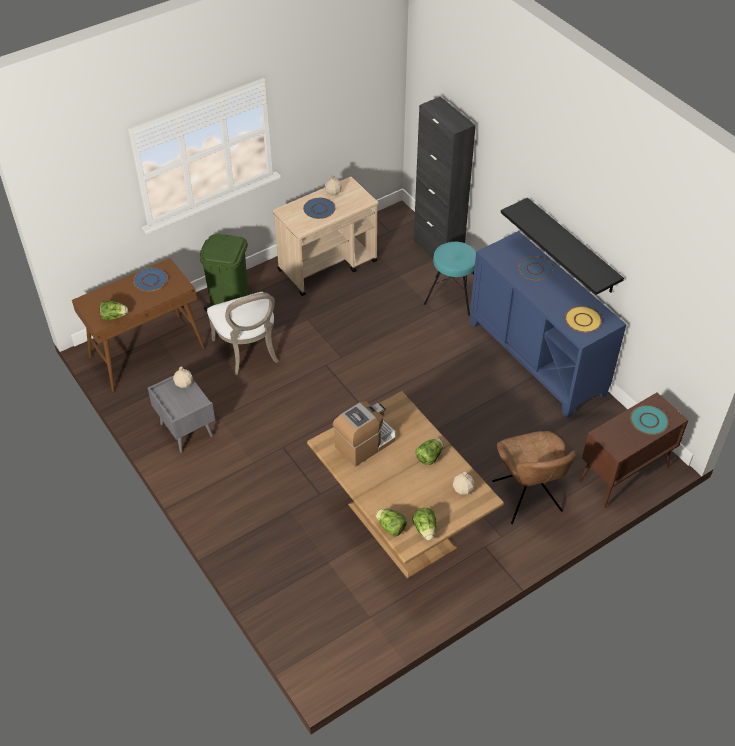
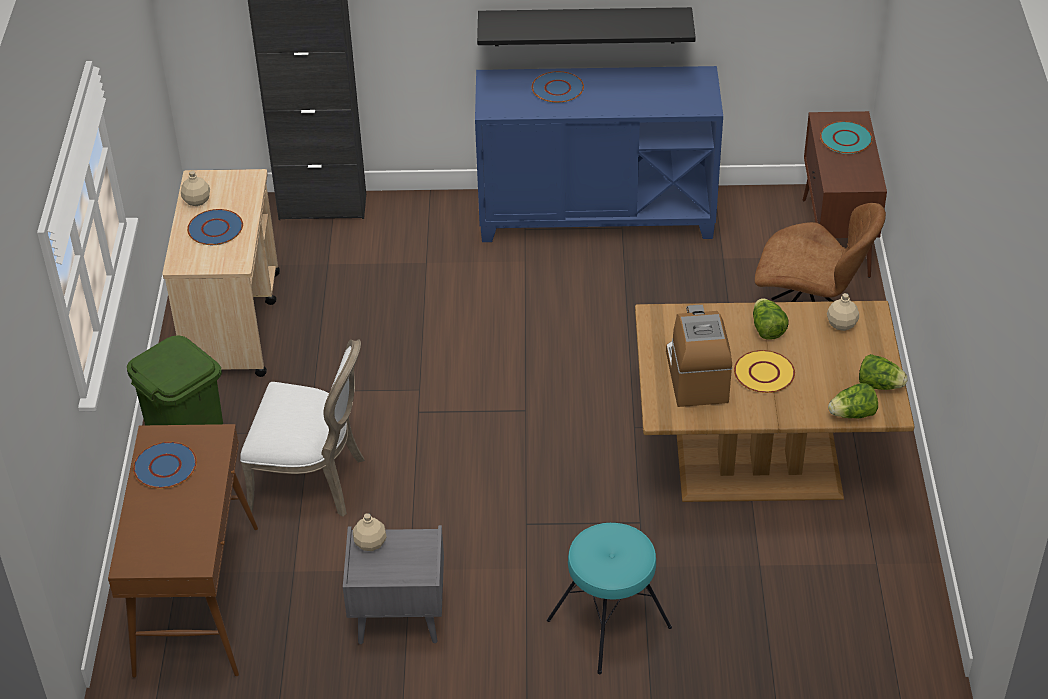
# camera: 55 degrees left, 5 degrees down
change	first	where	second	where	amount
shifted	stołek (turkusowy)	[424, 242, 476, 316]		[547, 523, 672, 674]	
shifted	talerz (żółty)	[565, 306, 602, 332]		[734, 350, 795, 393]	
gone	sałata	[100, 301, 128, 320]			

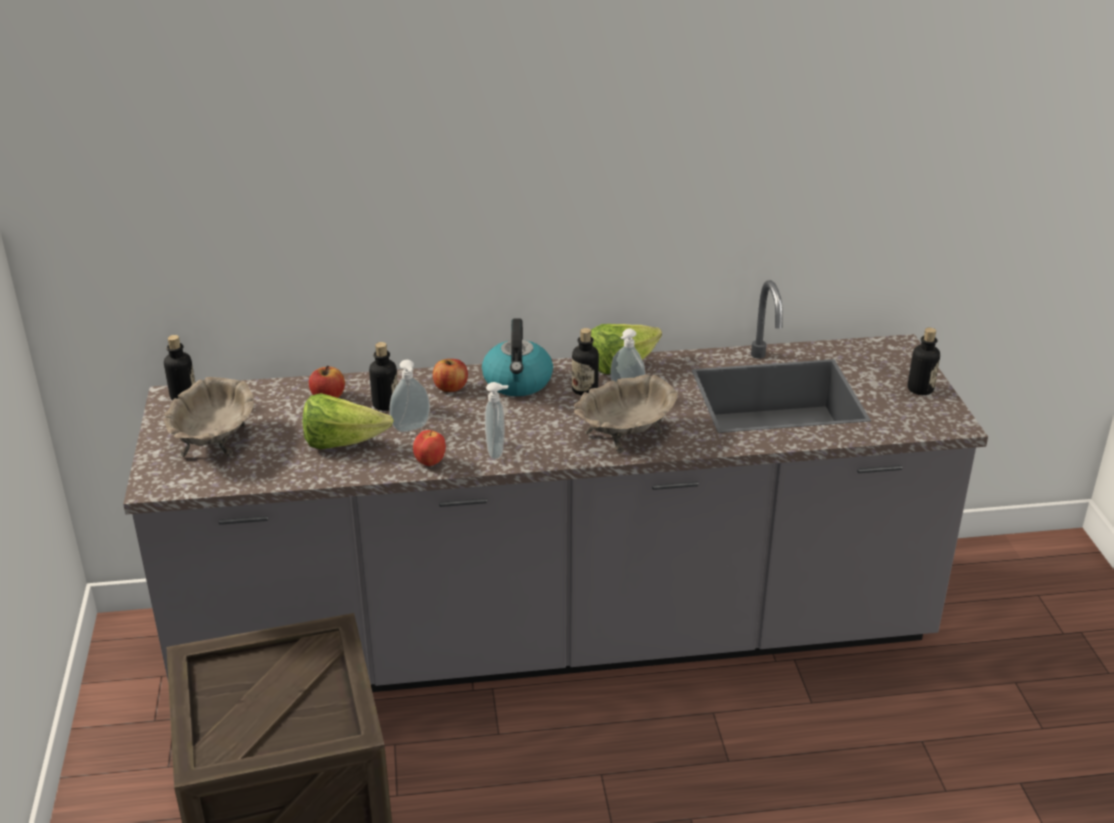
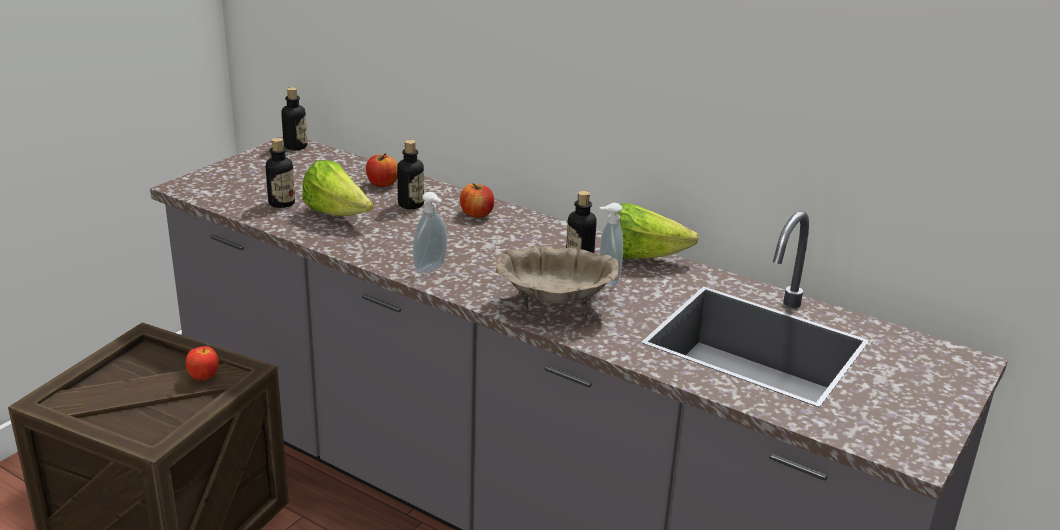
# camera: 40 degrees right, 5 degrees down
change	first	where	second	where	amount
shifted	jabłko	[413, 430, 446, 466]		[186, 346, 219, 380]	
shifted	butelka	[908, 328, 940, 395]		[266, 138, 295, 208]	
gone	miska (beżowy)	[163, 377, 254, 457]			
gone	dozownik mydła	[389, 360, 430, 432]			
gone	czajnik	[482, 319, 553, 396]			

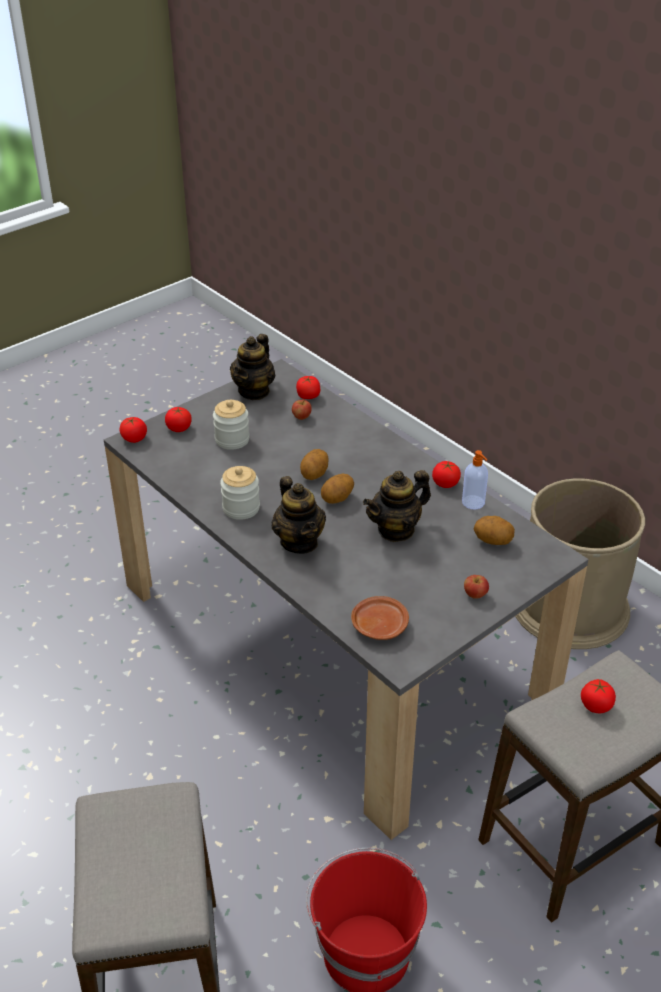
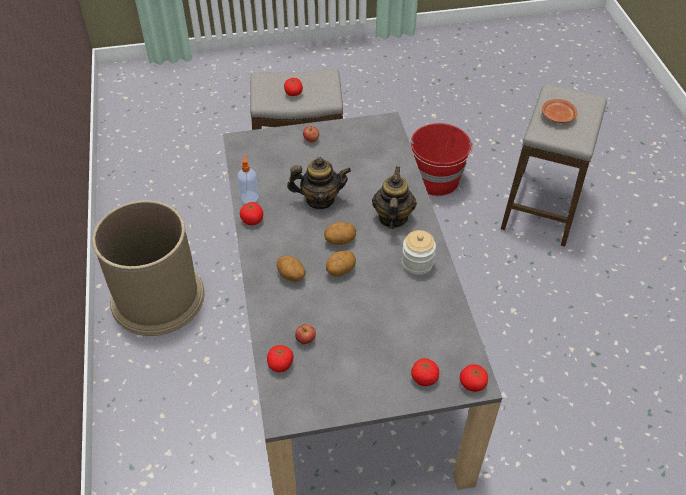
# camera: 150 degrees left, 10 degrees up
change	first	where	second	where	amount
shifted	ziemniak	[473, 516, 515, 545]		[277, 255, 306, 282]	
shifted	talerz (brązowy)	[351, 596, 409, 640]		[542, 99, 578, 123]	
gone	słoik	[213, 400, 250, 450]			
gone	imbryk	[230, 334, 276, 400]			

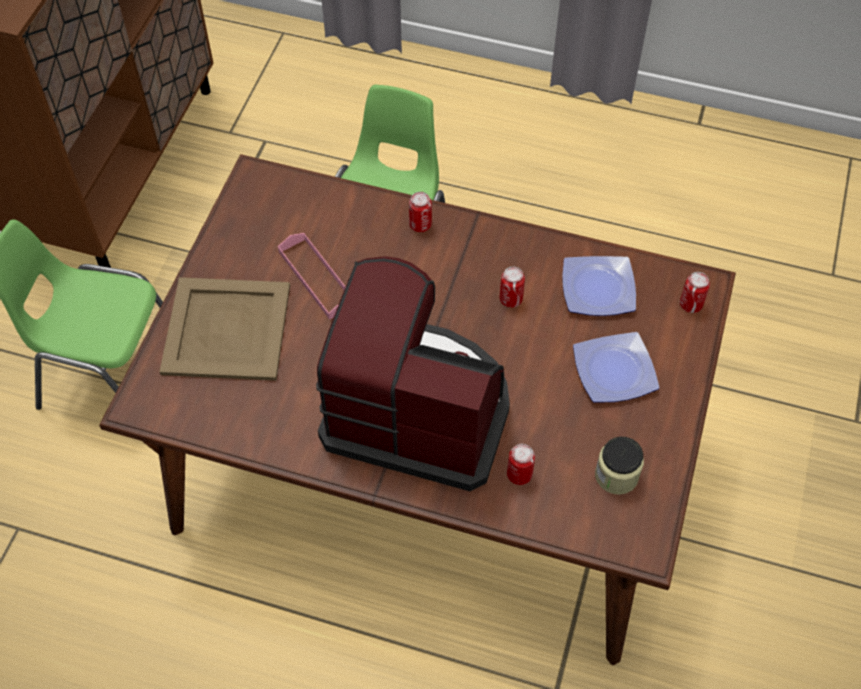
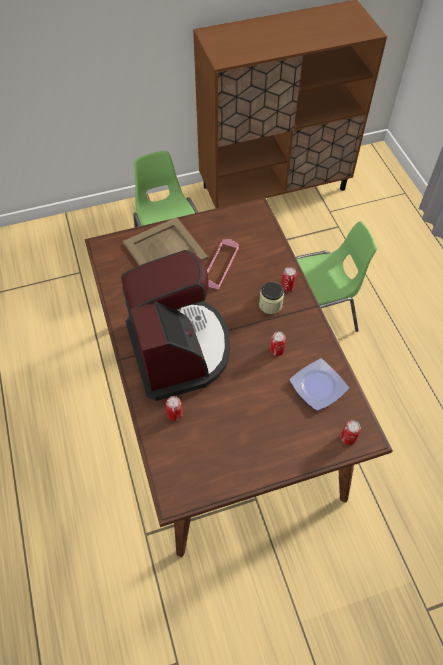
# camera: 55 degrees right, 0 degrees up
change	first	where	second	where	amount
shifted	słoik	[595, 437, 644, 495]		[259, 282, 284, 314]	
gone	talerz	[573, 332, 659, 403]			

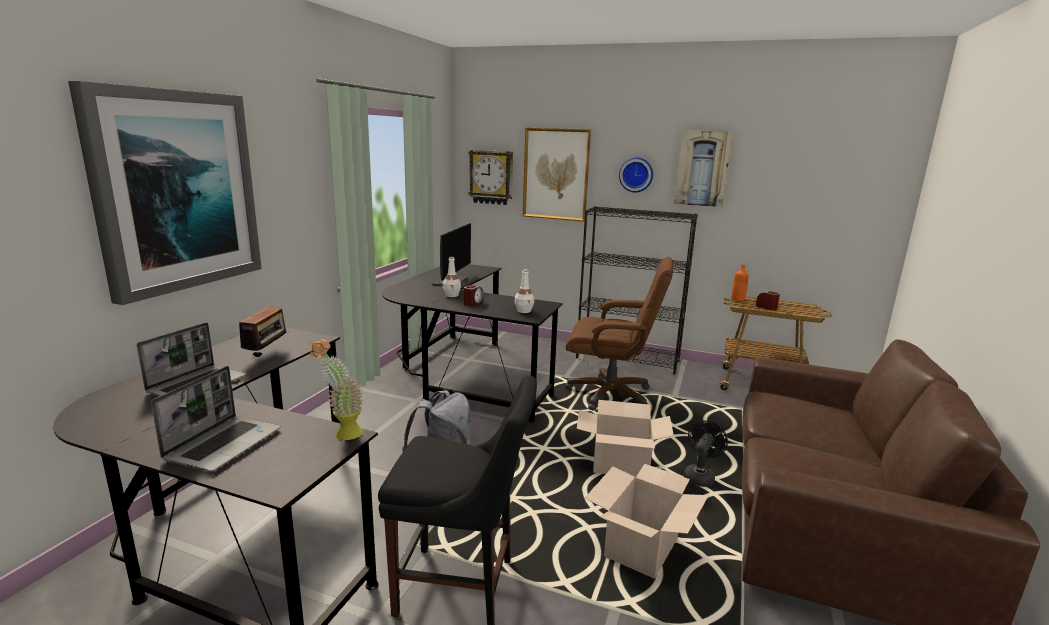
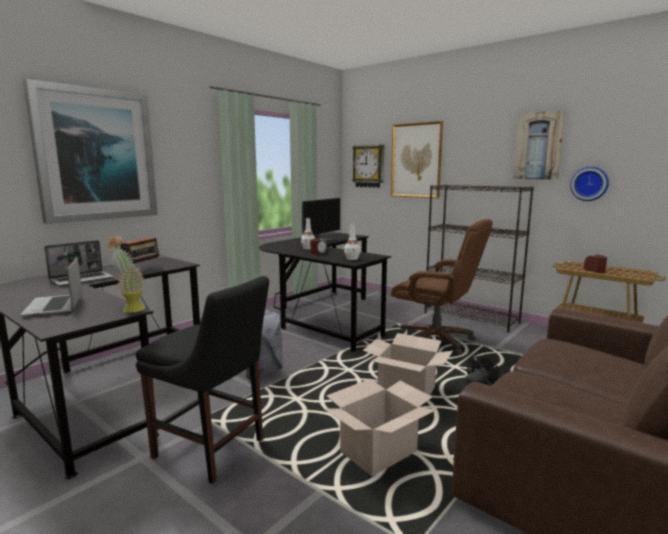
# camera: 20 degrees right, 5 degrees down
change	first	where	second	where	amount
rotated	laptop	[151, 366, 281, 471]		[20, 257, 82, 317]	120 degrees clockwise
shifted	zegar ścienny	[619, 157, 653, 192]		[570, 167, 609, 201]	
gone	butelka (pomarańczowy)	[732, 264, 748, 301]			

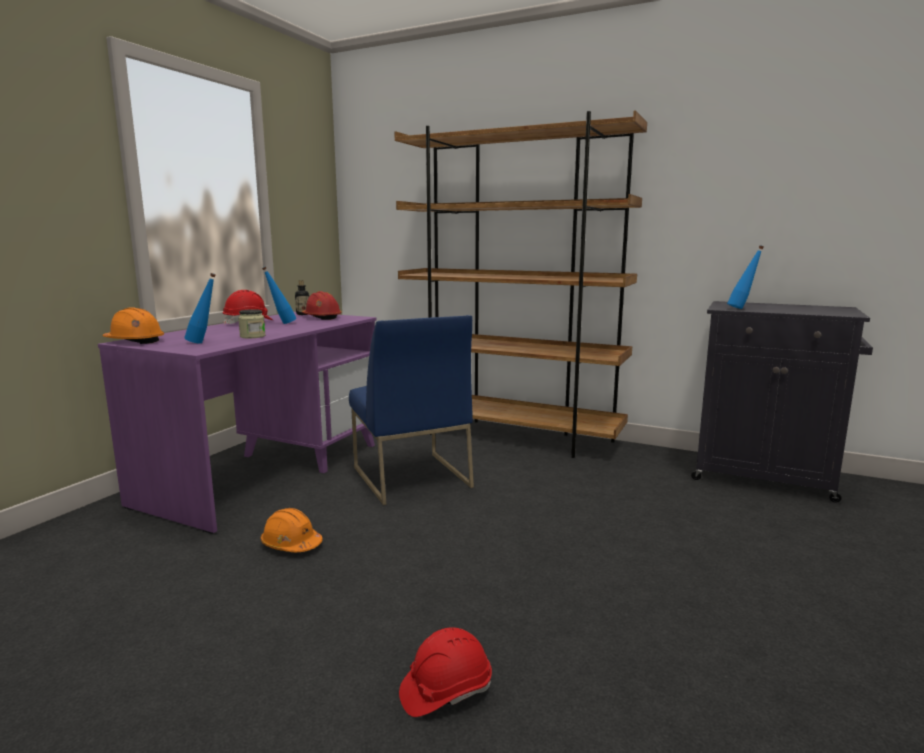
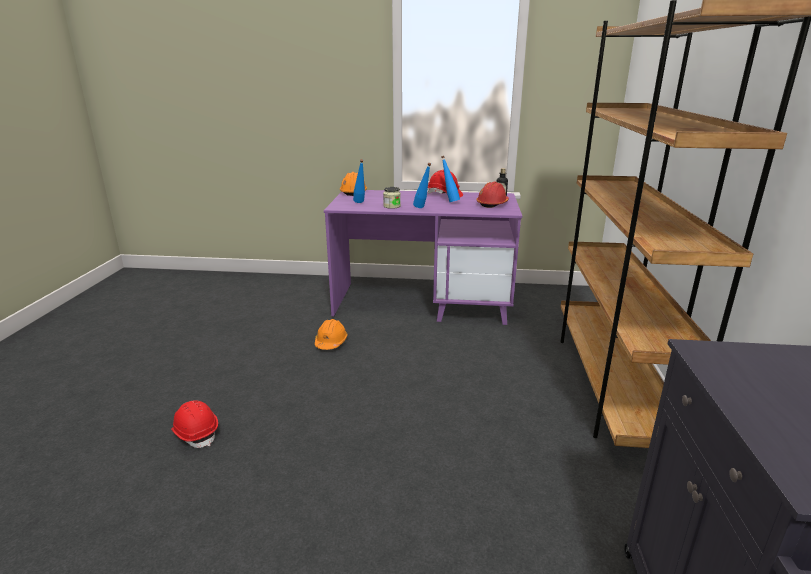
# camera: 70 degrees right, 10 degrees up
change	first	where	second	where	amount
shifted	butelka (niebieski)	[727, 245, 764, 309]		[413, 163, 431, 208]	
gone	krzesło (niebieski)	[349, 315, 474, 505]			

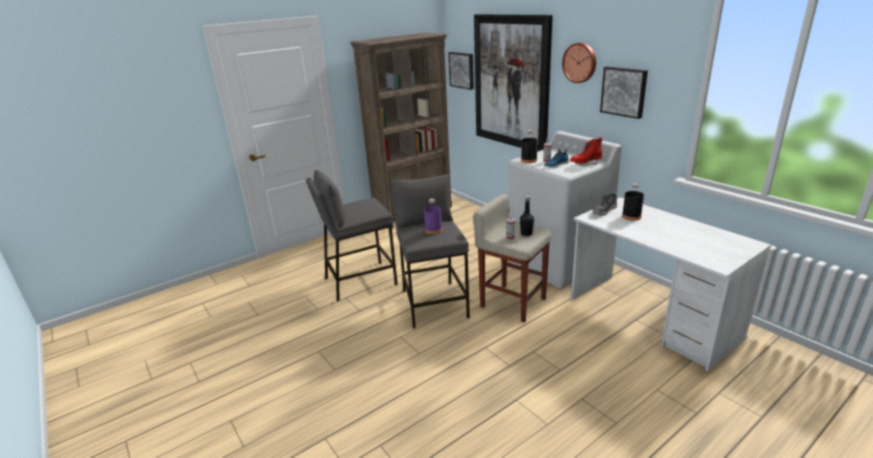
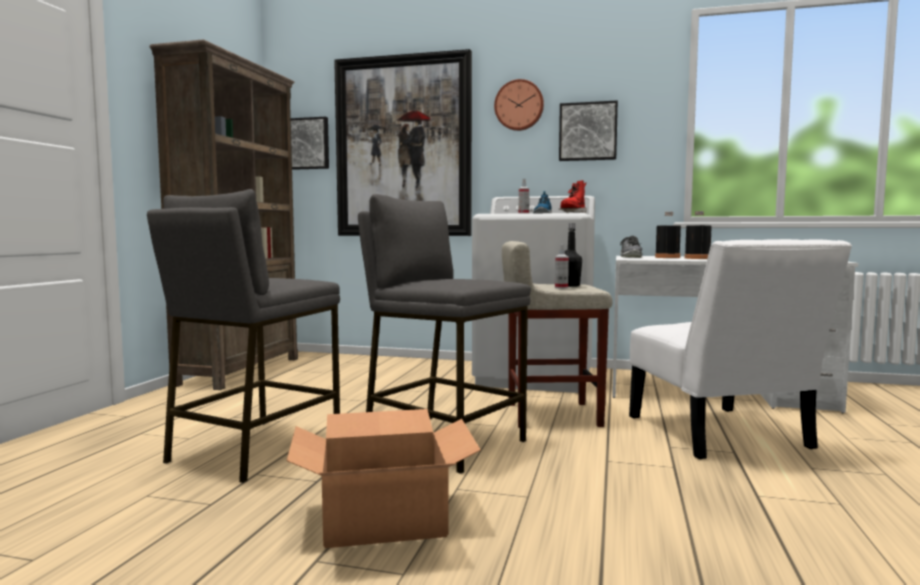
# camera: 40 degrees left, 20 degrees down
change	first	where	second	where	amount
new			karton	[287, 409, 481, 548]	
new			krzesło (biały)	[629, 239, 852, 459]	
shifted	butelka (czarny)	[521, 130, 537, 163]		[685, 211, 712, 259]	
gone	butelka (fioletowy)	[424, 198, 443, 235]			

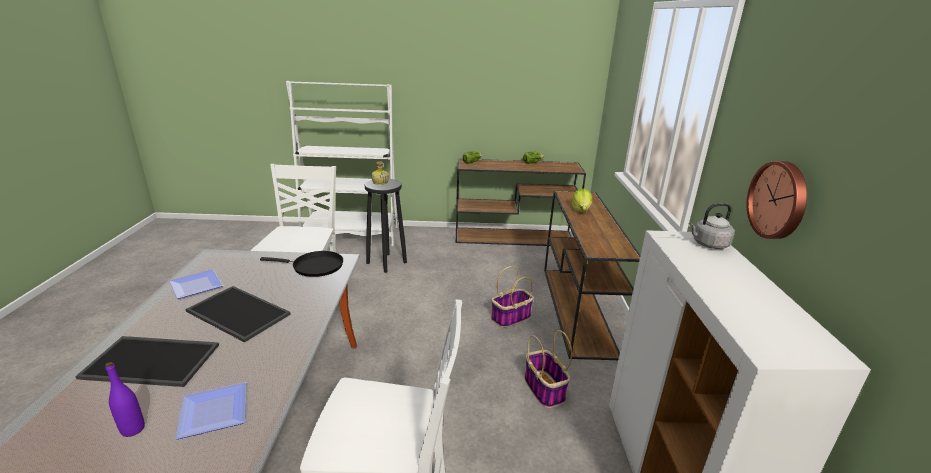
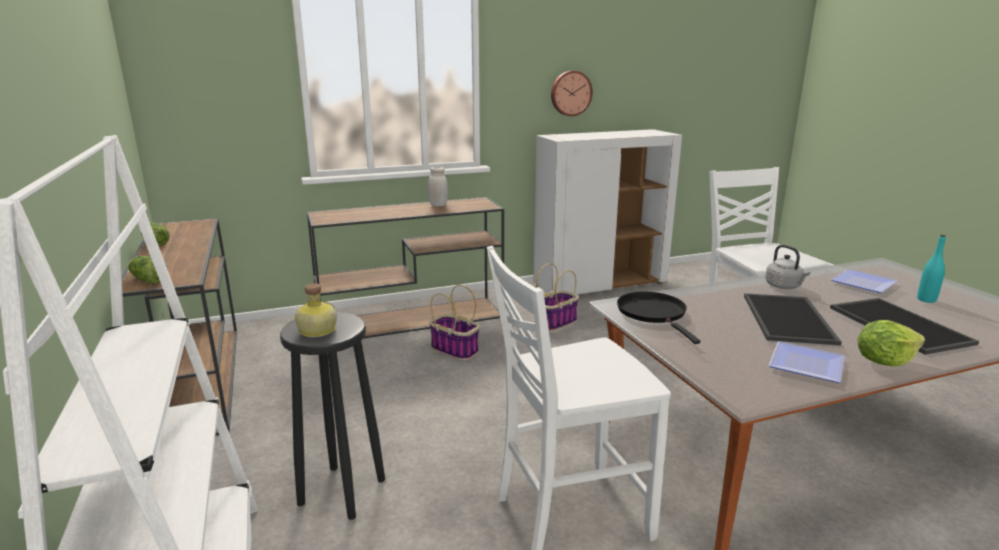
# camera: 110 degrees left, 5 degrees down
change	first	where	second	where	amount
new			słoik (biały)	[428, 167, 448, 207]	
shifted	czajnik (szary)	[688, 203, 735, 249]		[765, 245, 810, 289]	
shifted	sałata	[572, 189, 592, 212]		[857, 320, 925, 366]	
repainted	butelka (fioletowy)	[105, 362, 145, 437]	butelka (turkusowy)	[917, 235, 946, 303]	

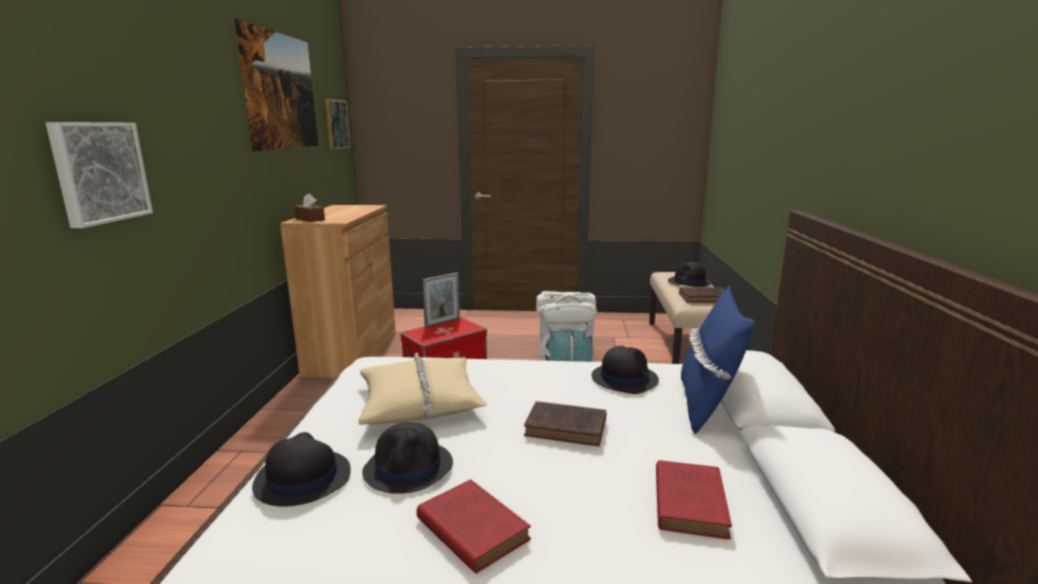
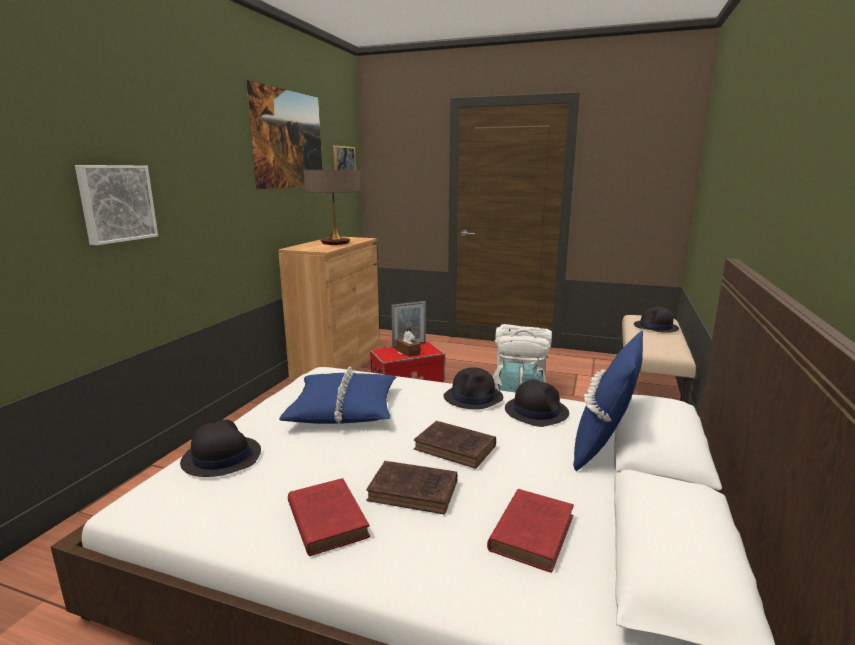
# camera: 15 degrees right, 0 degrees up
change	first	where	second	where	amount
repainted	poduszka (beżowy)	[358, 353, 487, 425]	poduszka (niebieski)	[279, 367, 397, 424]	
new			lampa stołowa	[304, 168, 360, 245]	
shifted	książka (brązowy)	[679, 287, 724, 303]		[366, 461, 457, 515]	
shifted	pudełko chusteczek (brązowy)	[294, 193, 325, 222]		[396, 331, 421, 357]	
shifted	kapelusz (czarny)	[362, 422, 453, 494]		[443, 367, 503, 409]	

